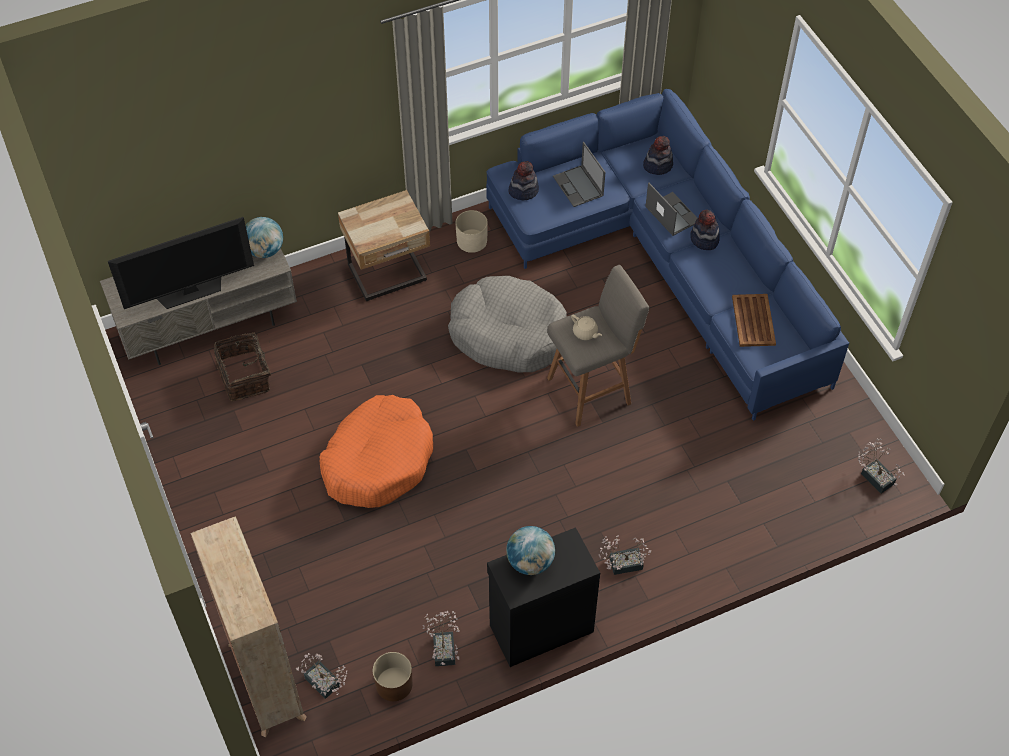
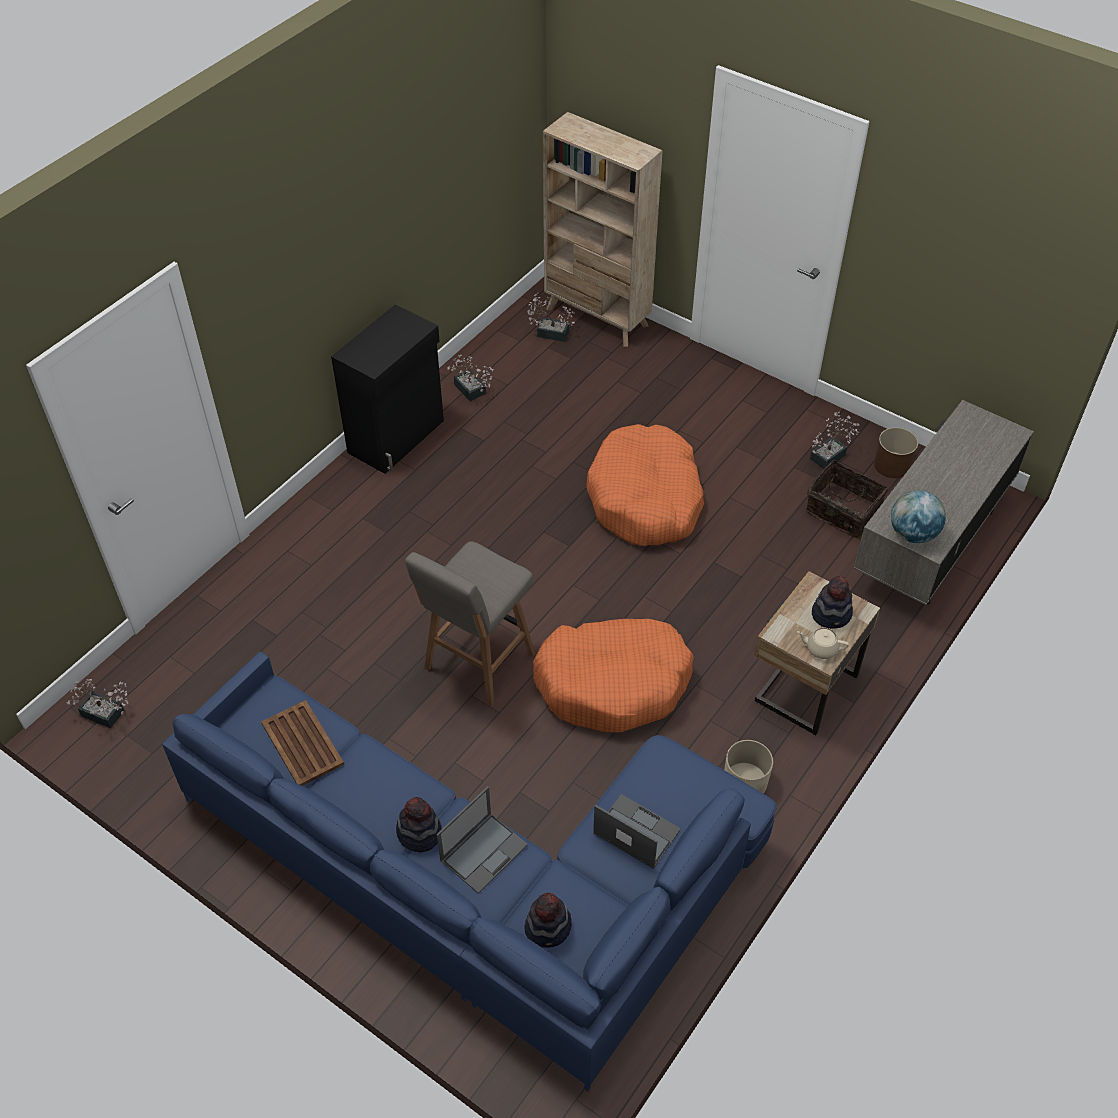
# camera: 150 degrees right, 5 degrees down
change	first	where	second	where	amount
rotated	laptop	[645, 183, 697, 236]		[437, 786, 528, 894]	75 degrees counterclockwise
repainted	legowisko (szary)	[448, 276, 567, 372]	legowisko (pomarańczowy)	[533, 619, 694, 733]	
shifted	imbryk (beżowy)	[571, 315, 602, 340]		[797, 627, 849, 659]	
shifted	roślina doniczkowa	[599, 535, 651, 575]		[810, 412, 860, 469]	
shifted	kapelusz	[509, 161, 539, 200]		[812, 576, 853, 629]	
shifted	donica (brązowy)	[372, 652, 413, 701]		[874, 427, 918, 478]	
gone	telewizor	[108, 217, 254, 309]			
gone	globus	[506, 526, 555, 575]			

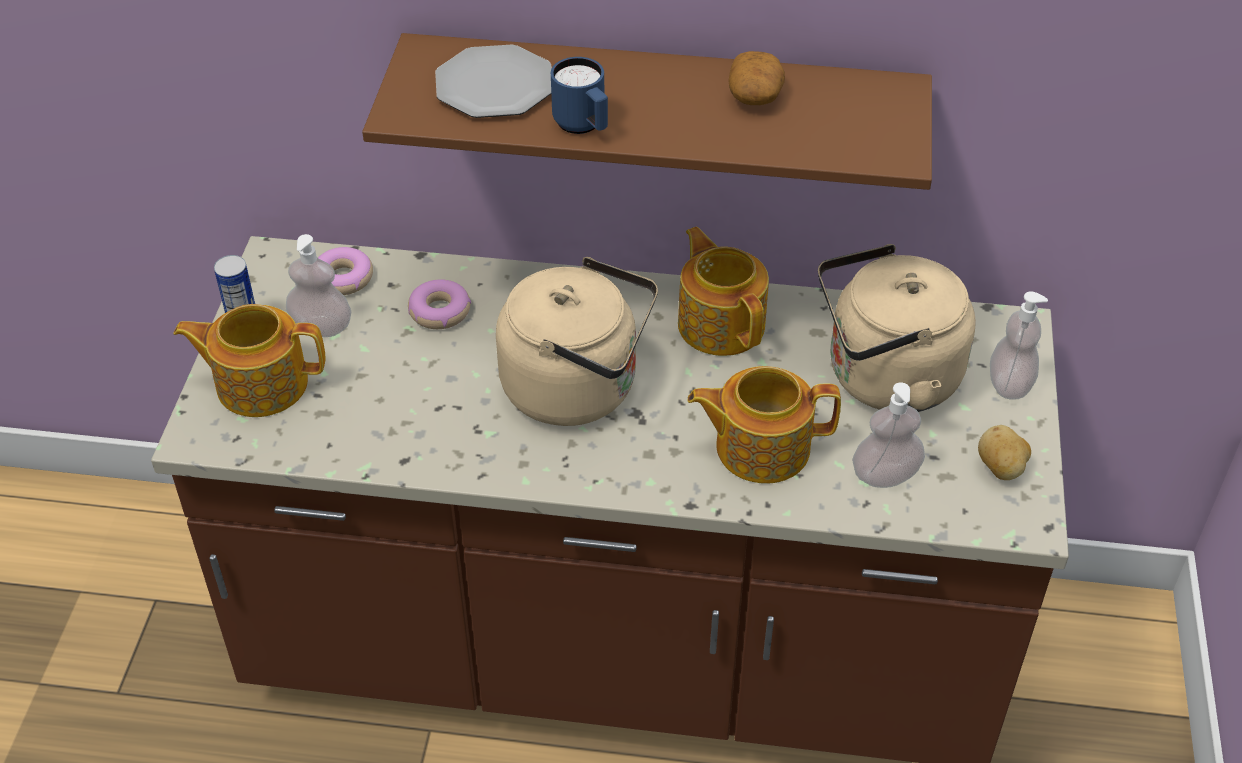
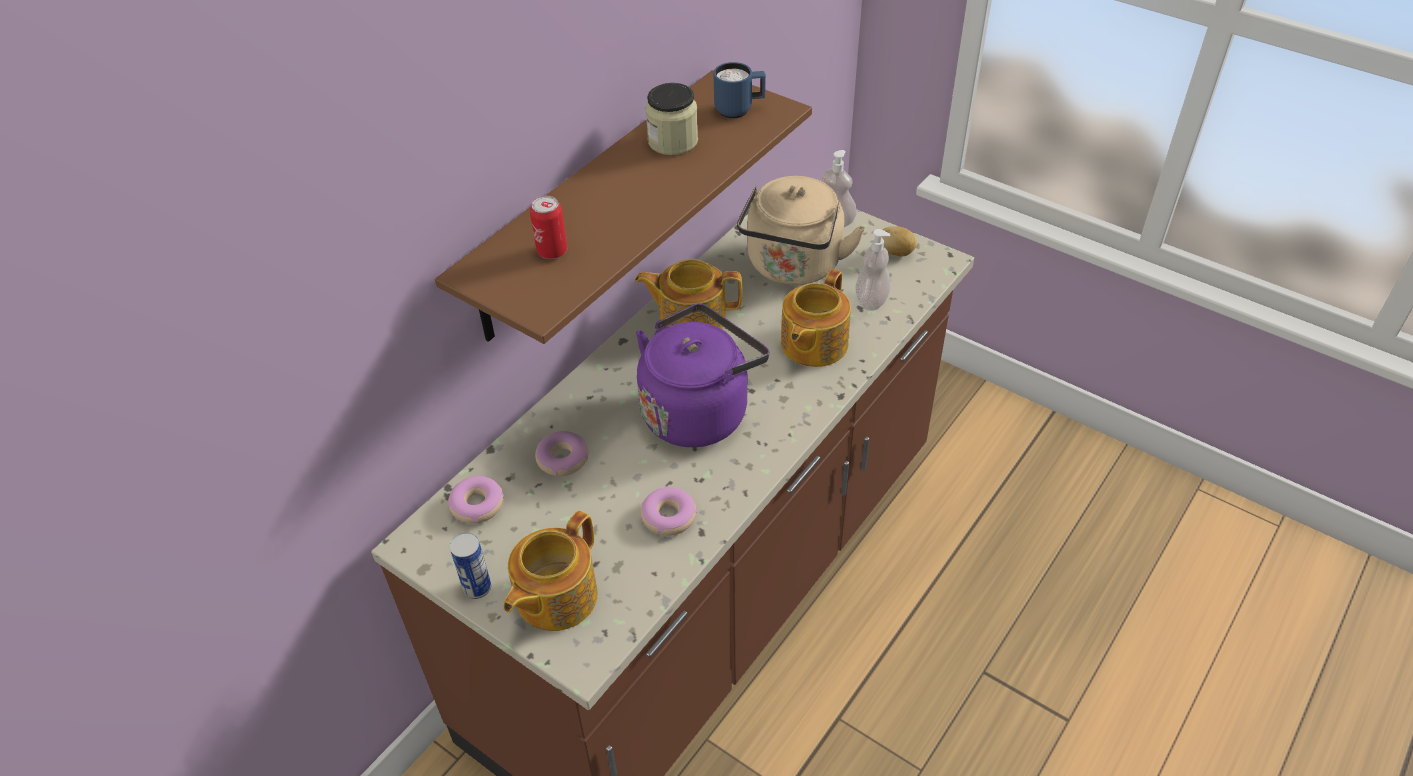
# camera: 60 degrees left, 0 degrees up
change	first	where	second	where	amount
swapped	talerz	[435, 45, 552, 118]	puszka	[530, 196, 568, 259]	
repainted	czajnik (beżowy)	[496, 257, 658, 426]	czajnik (fioletowy)	[636, 304, 769, 447]	
new			donut	[641, 487, 697, 536]	
swapped	ziemniak	[728, 51, 785, 105]	słoik	[645, 83, 698, 155]	
shifted	kubek (niebieski)	[551, 57, 608, 134]		[714, 62, 766, 118]	
gone	dozownik mydła	[286, 234, 351, 337]			

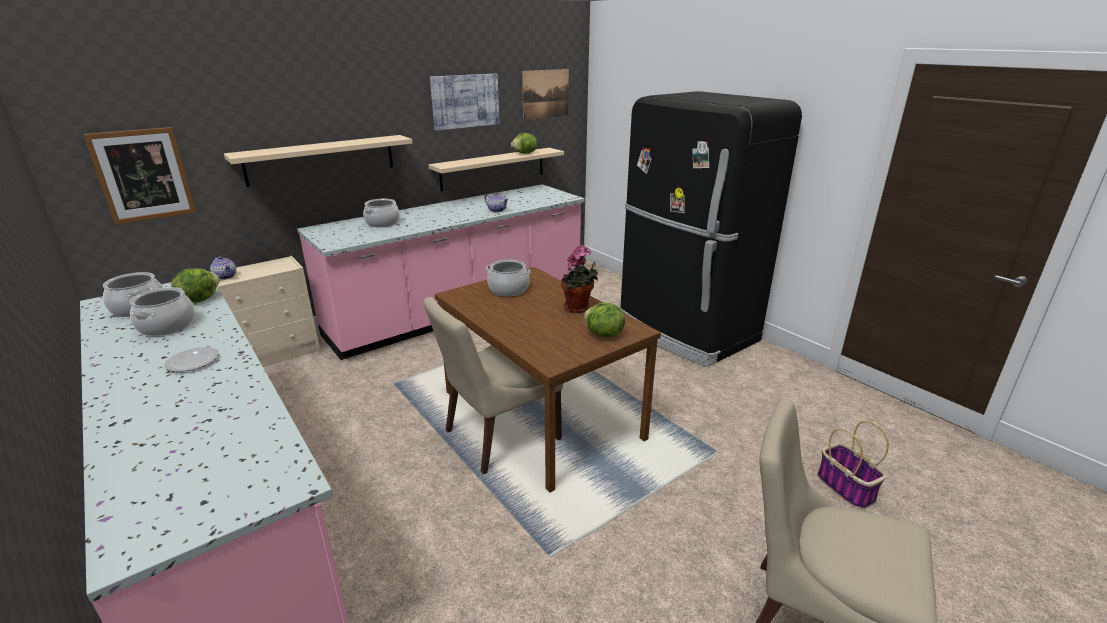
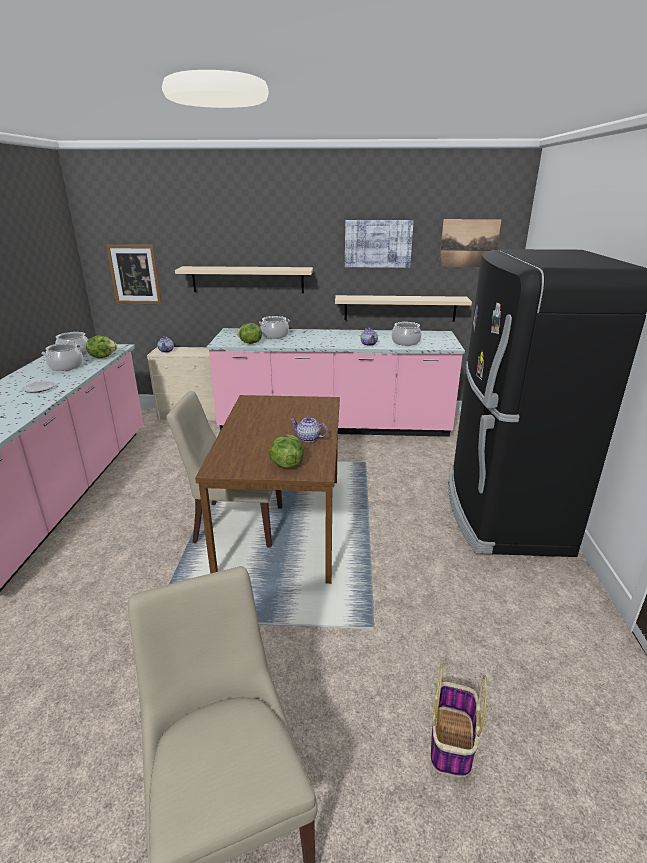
# camera: 40 degrees right, 0 degrees up
change	first	where	second	where	amount
shifted	sałata	[511, 133, 537, 154]		[237, 323, 262, 344]	
swapped	roślina doniczkowa	[561, 245, 598, 313]	imbryk	[290, 417, 328, 442]	
shifted	garnek	[485, 260, 531, 296]		[392, 322, 421, 346]	

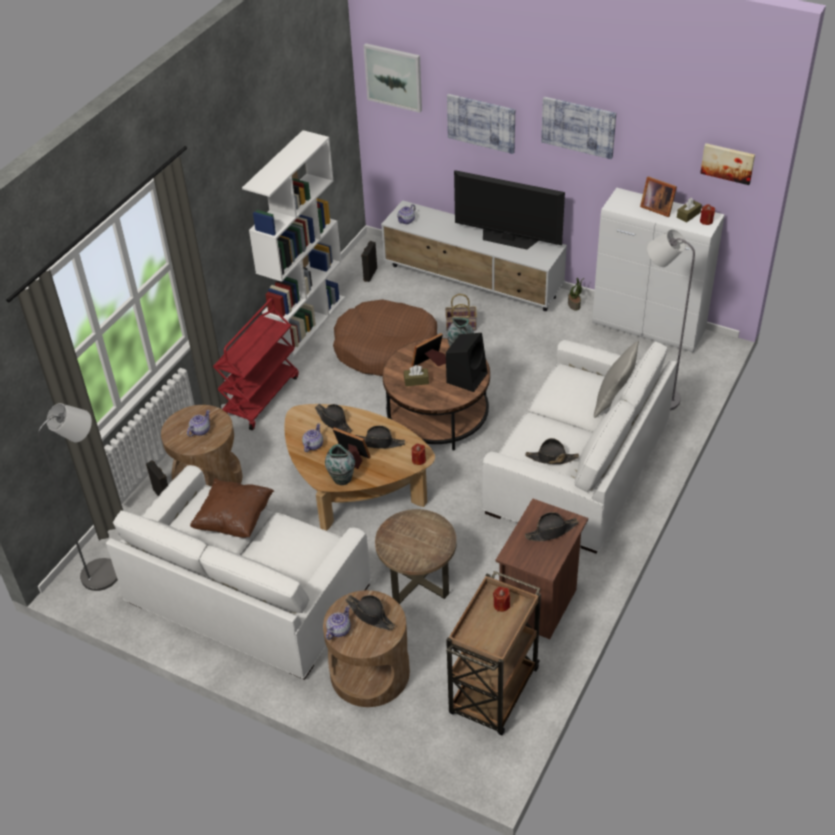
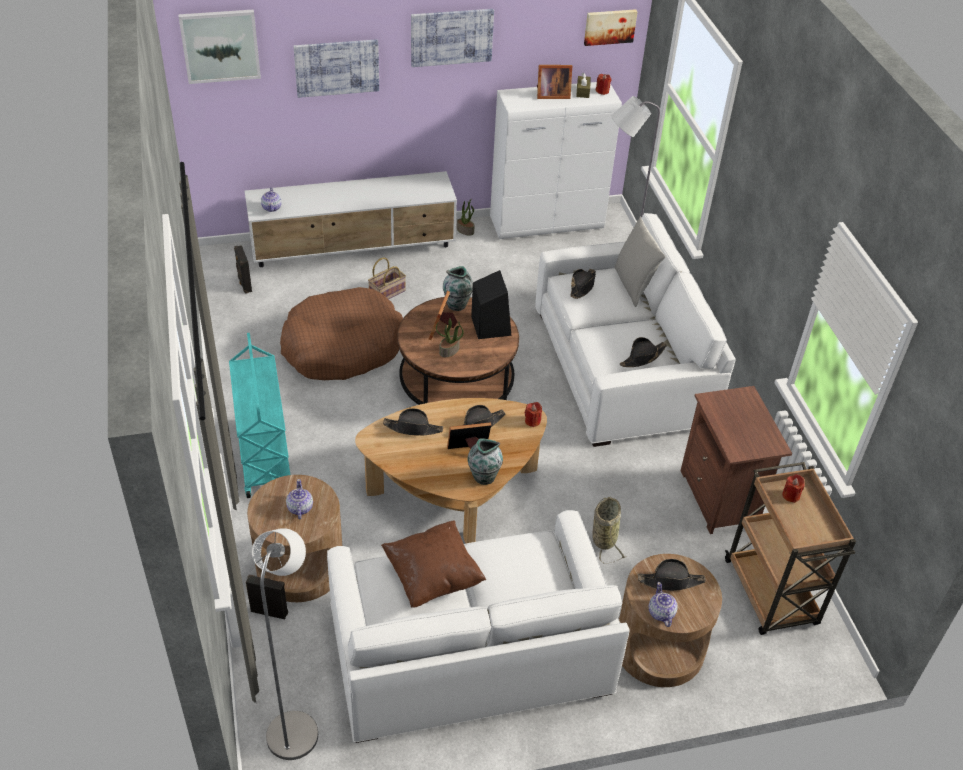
# camera: 45 degrees left, 0 degrees up
change	first	where	second	where	amount
repainted	wózek (czerwony)	[213, 298, 299, 430]	wózek (turkusowy)	[229, 333, 290, 498]	
swapped	pudełko chusteczek (brązowy)	[404, 365, 429, 386]	roślina doniczkowa	[436, 318, 464, 357]	
shifted	kapelusz (czarny)	[525, 512, 579, 541]		[570, 269, 596, 299]	
swapped	stolik (brązowy)	[375, 509, 457, 604]	koszyk	[592, 497, 625, 563]	
gone	regał (biały)	[242, 130, 345, 358]			
gone	imbryk	[302, 423, 323, 452]			
gone	telewizor	[454, 170, 565, 249]			

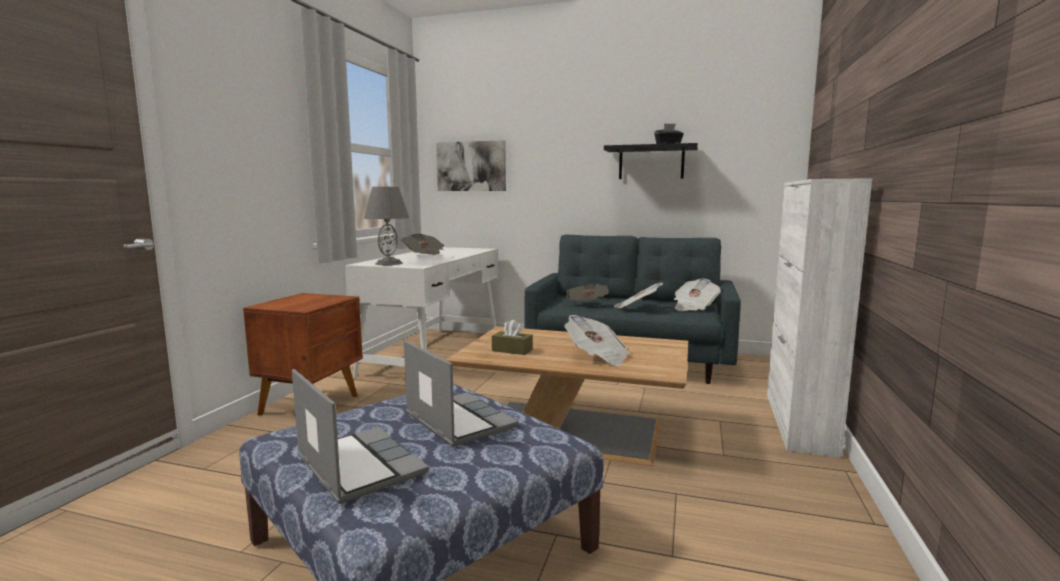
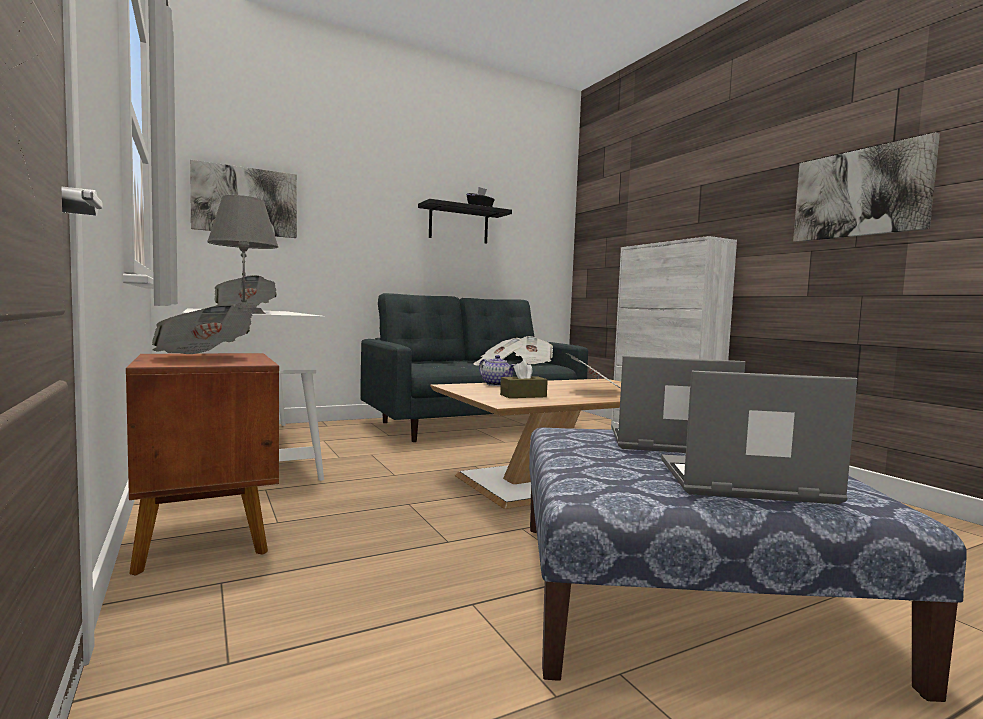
# camera: 45 degrees left, 5 degrees down
change	first	where	second	where	amount
shifted	gazeta	[566, 283, 609, 301]		[152, 305, 252, 354]	
new			imbryk	[479, 355, 516, 386]	
new			obraz	[793, 132, 940, 242]	

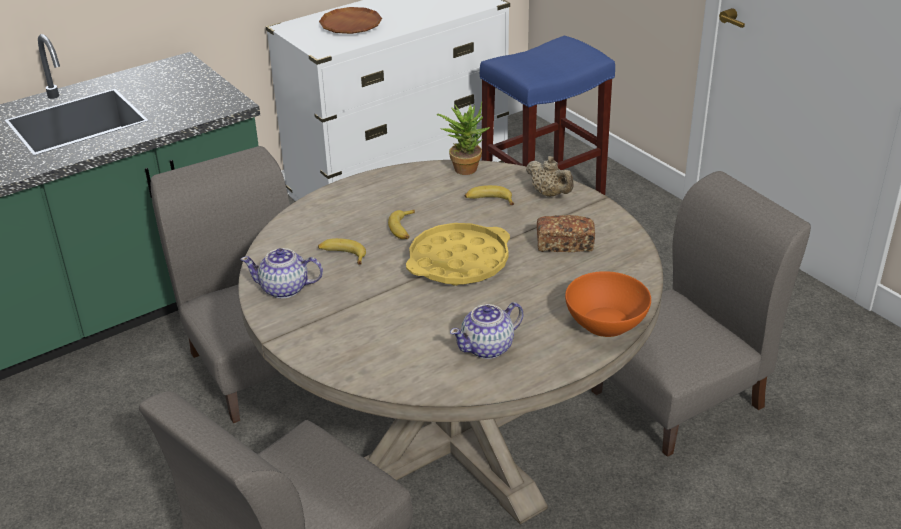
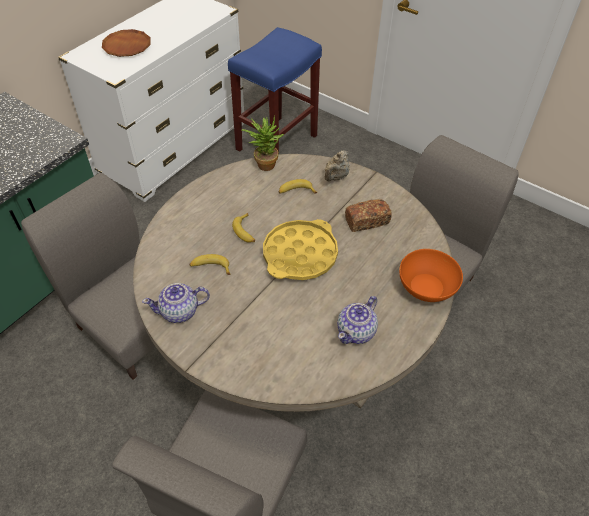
# camera: 20 degrees left, 15 degrees up
change	first	where	second	where	amount
rotated	imbryk (beżowy)	[526, 156, 574, 197]		[325, 150, 350, 182]	90 degrees clockwise

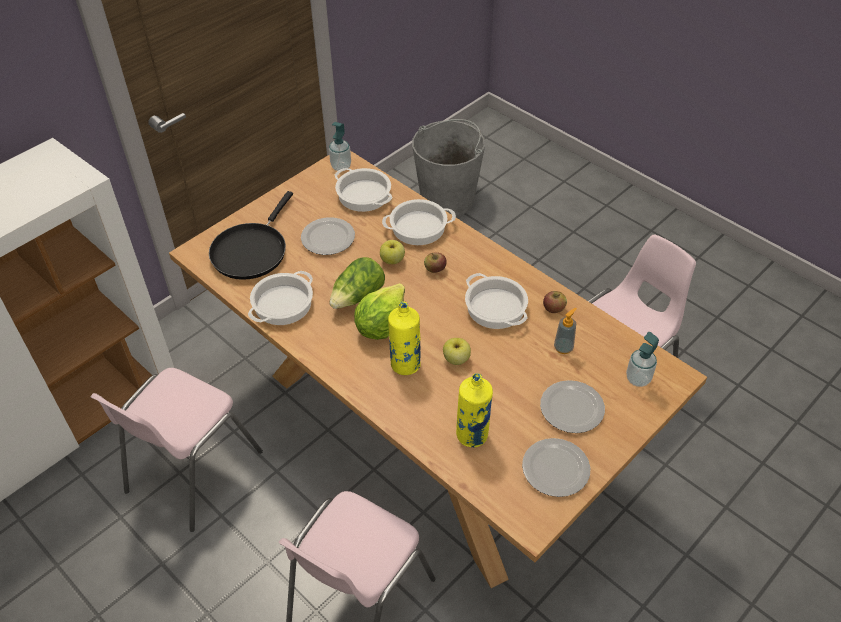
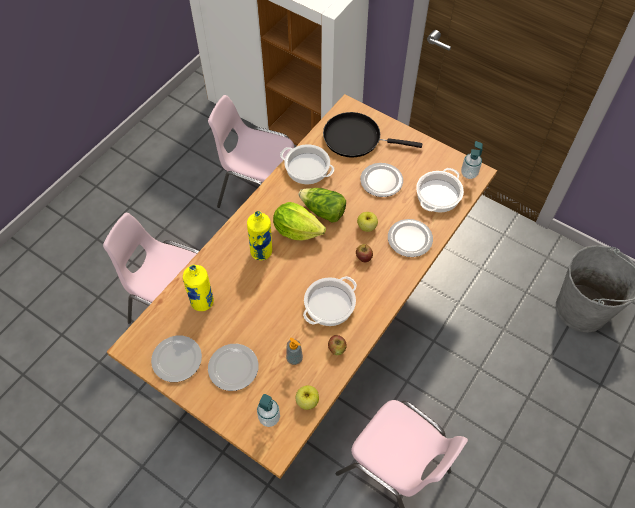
# camera: 80 degrees right, 10 degrees up
change	first	where	second	where	amount
shifted	jabłko	[443, 338, 471, 365]		[295, 385, 319, 410]	
swapped	garnek	[382, 199, 456, 245]	talerz	[388, 219, 433, 257]	

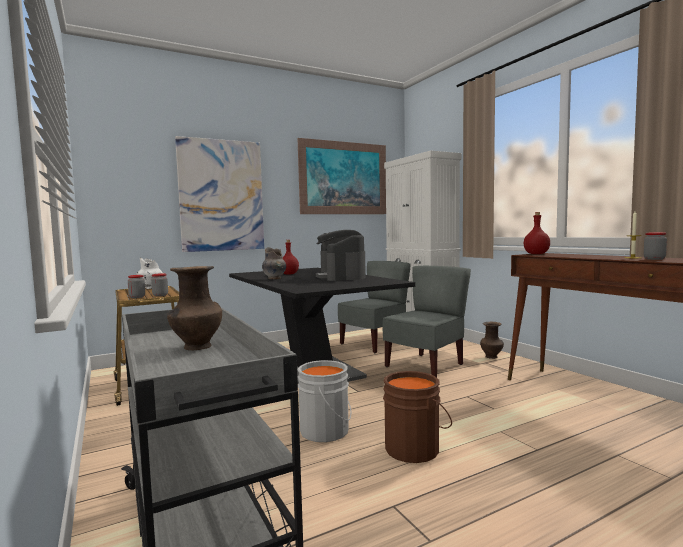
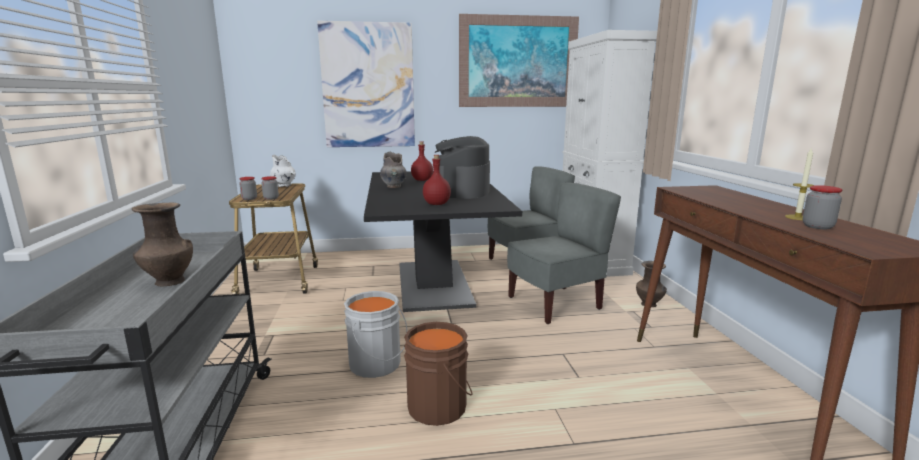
# camera: 20 degrees right, 10 degrees up
change	first	where	second	where	amount
shifted	butelka (czerwony)	[524, 212, 550, 254]		[423, 155, 451, 205]	

